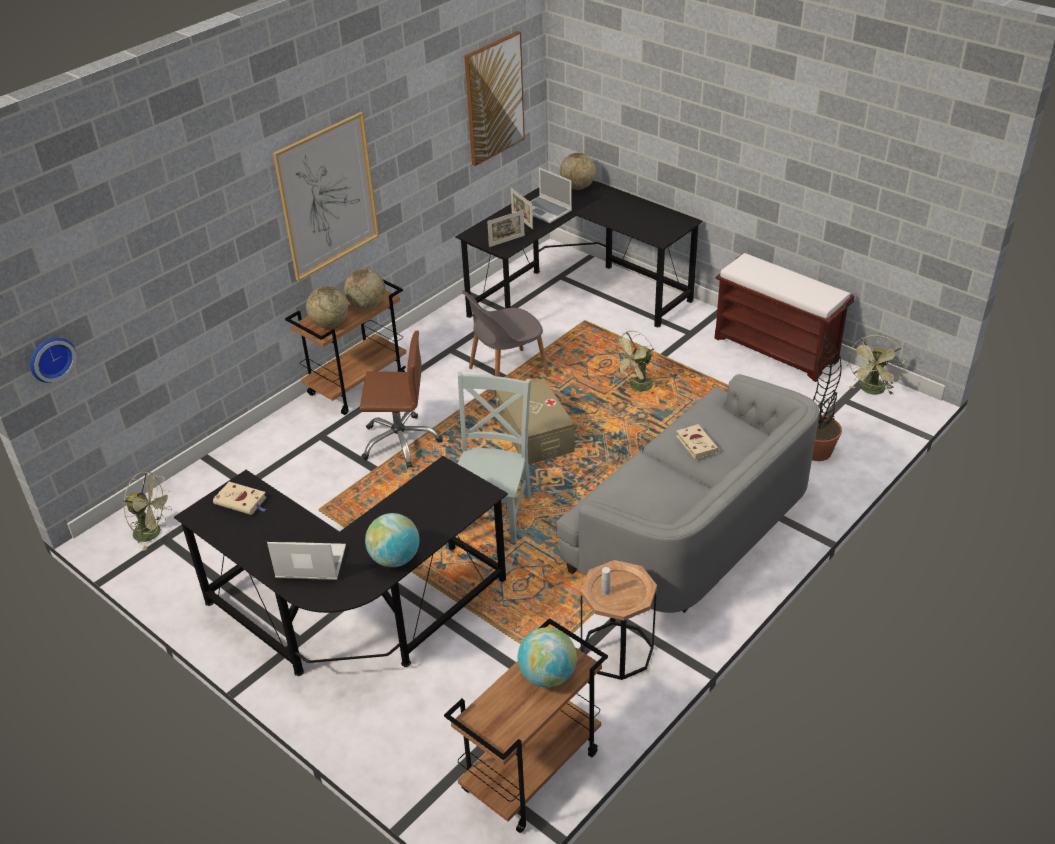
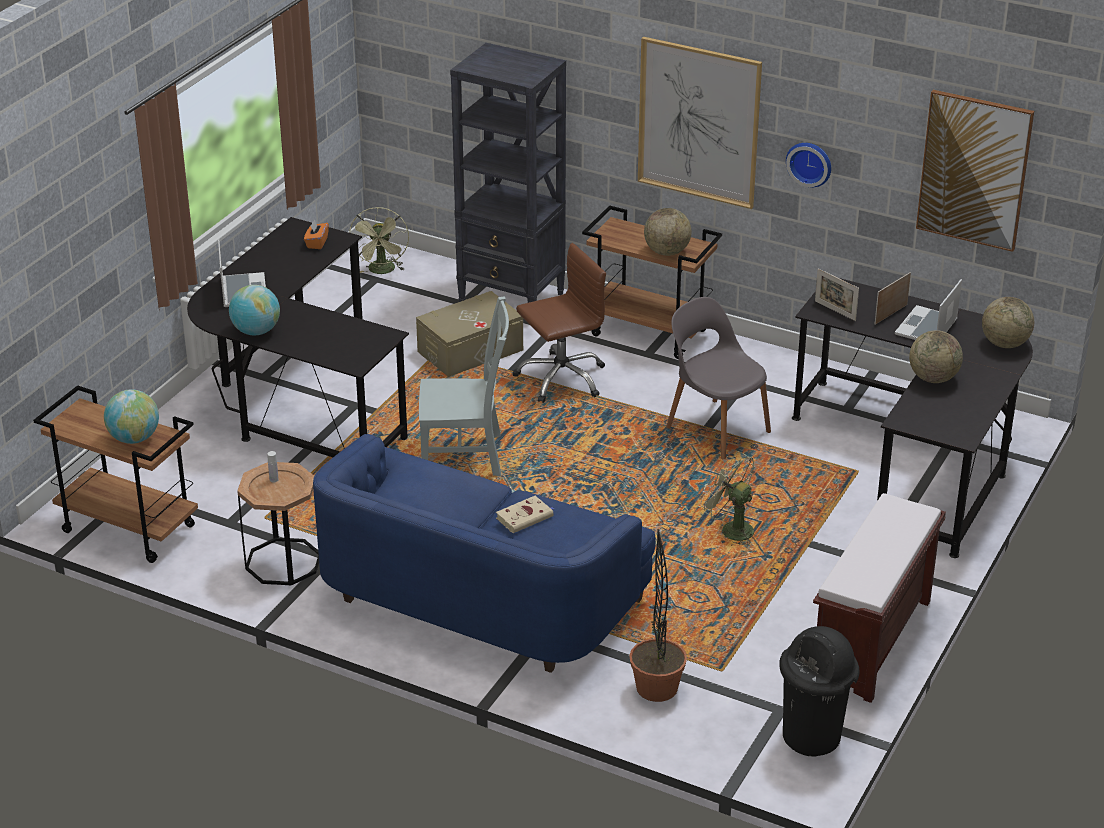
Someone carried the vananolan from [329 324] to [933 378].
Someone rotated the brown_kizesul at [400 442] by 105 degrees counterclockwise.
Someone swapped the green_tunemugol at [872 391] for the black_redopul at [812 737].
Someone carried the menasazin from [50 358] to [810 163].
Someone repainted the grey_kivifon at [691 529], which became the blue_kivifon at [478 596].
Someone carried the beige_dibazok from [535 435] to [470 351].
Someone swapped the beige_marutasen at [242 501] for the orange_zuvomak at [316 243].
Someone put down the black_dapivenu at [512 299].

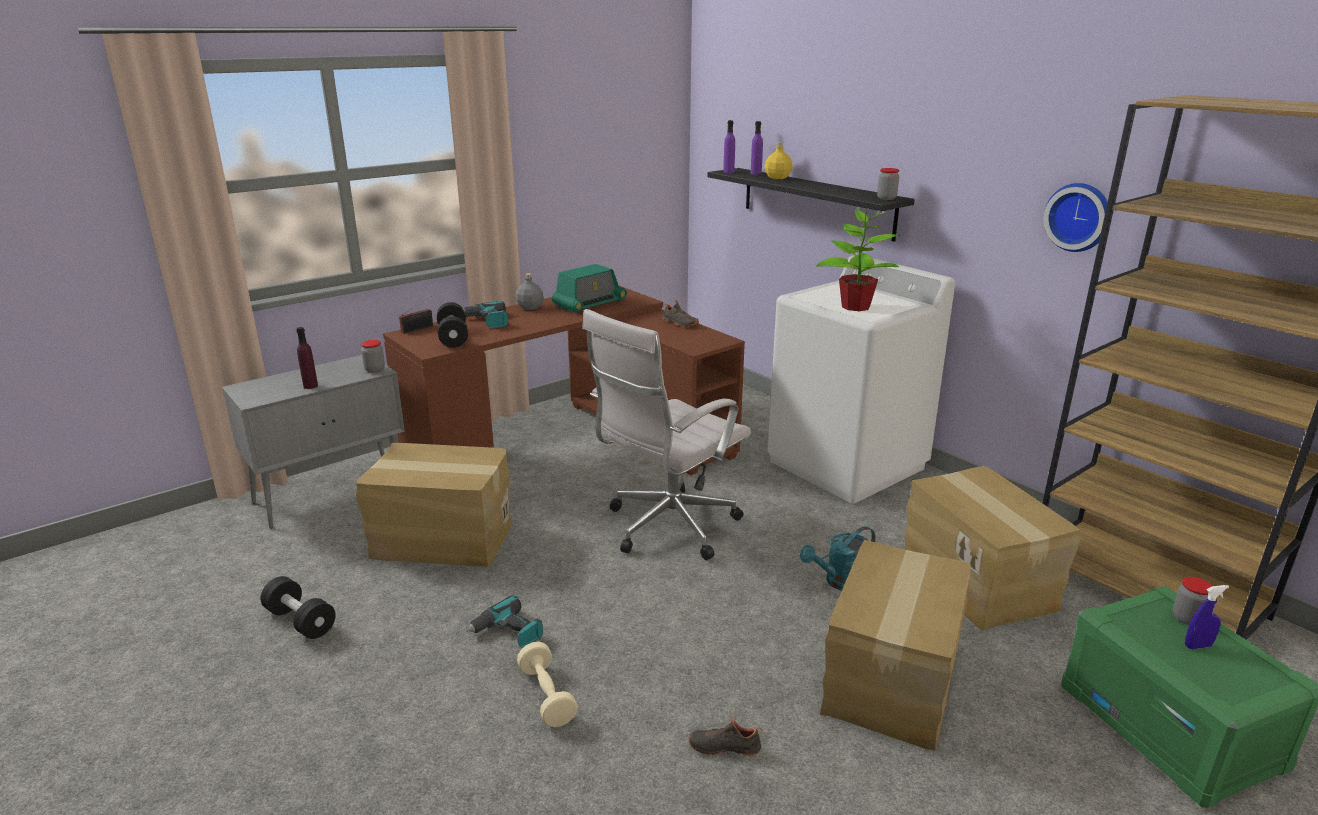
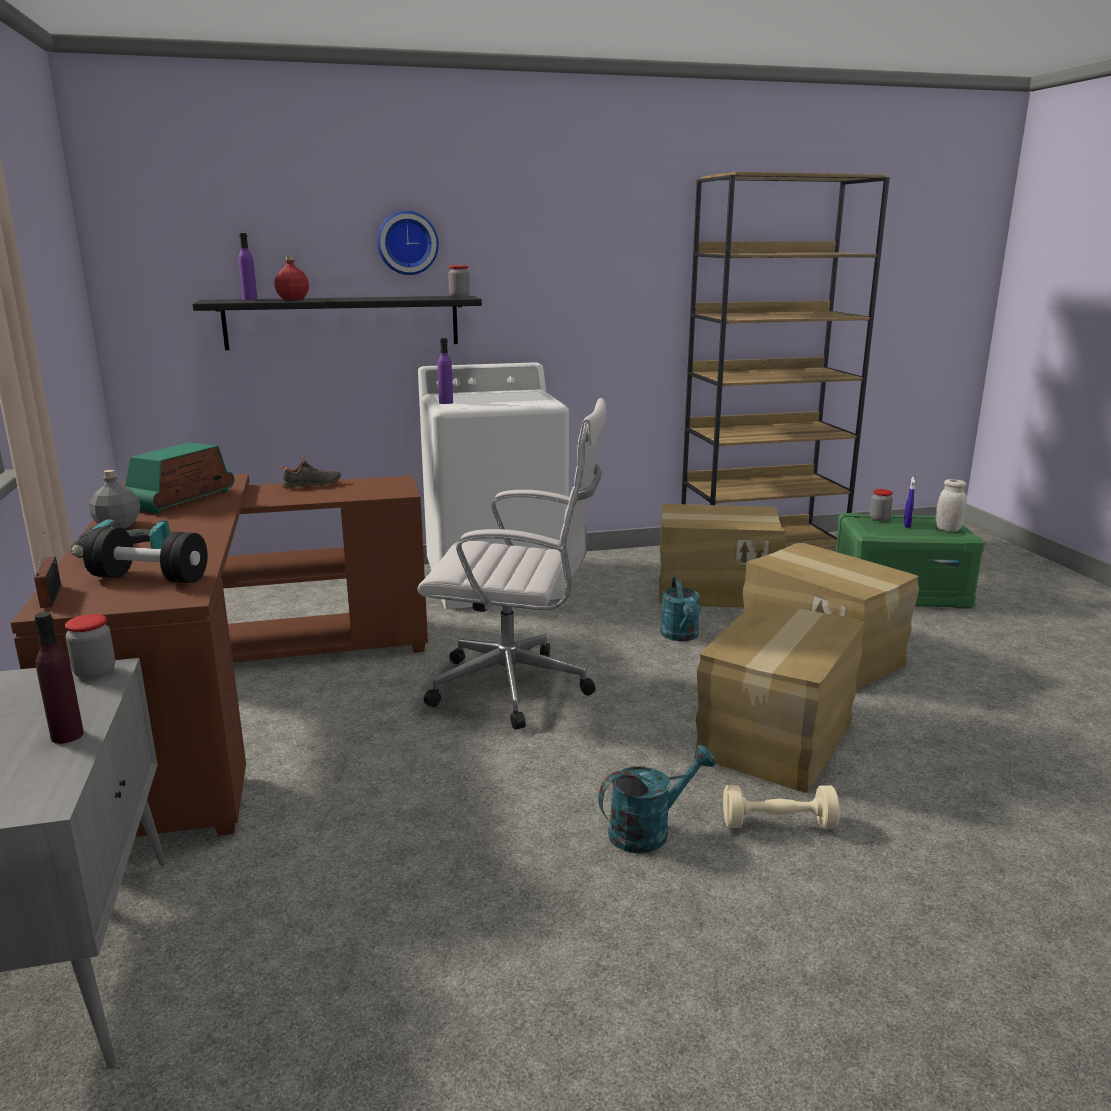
Someone carried the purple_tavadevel from [728 172] to [446 402].
Someone repainted the yellow_tavadevel at [777 178], which became the red_tavadevel at [292 299].
Someone carried the menasazin from [1079 217] to [407 243].
Someone took away the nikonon at [855 306].
Someone rotated the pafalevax at [589 303] by 135 degrees counterclockwise.
Someone rotated the white_kizesul at [667 528] by 60 degrees counterclockwise.
Someone carried the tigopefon from [442 539] to [778 738].
Someone took away the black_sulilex at [300 621].
Someone swapped the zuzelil at [508 633] for the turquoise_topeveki at [648 830].
Someone took away the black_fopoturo at [724 746].
Someone put down the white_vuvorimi at [948 529].

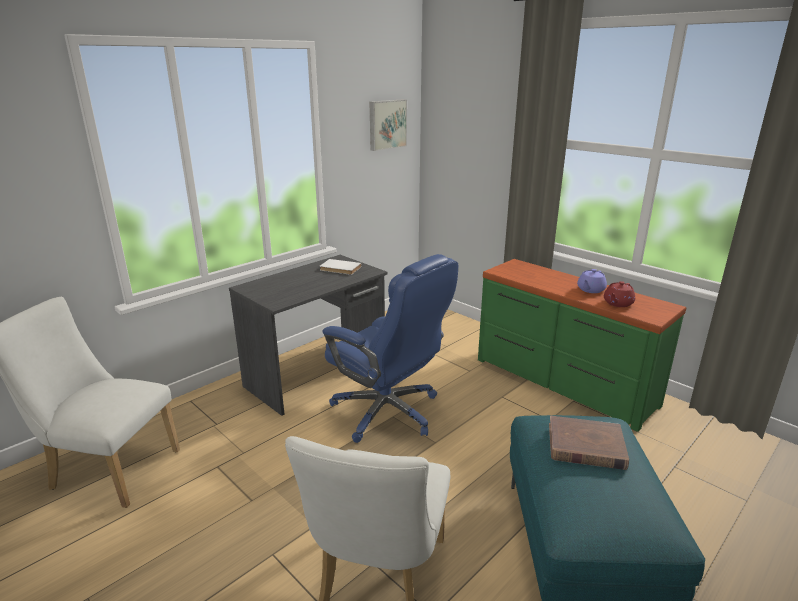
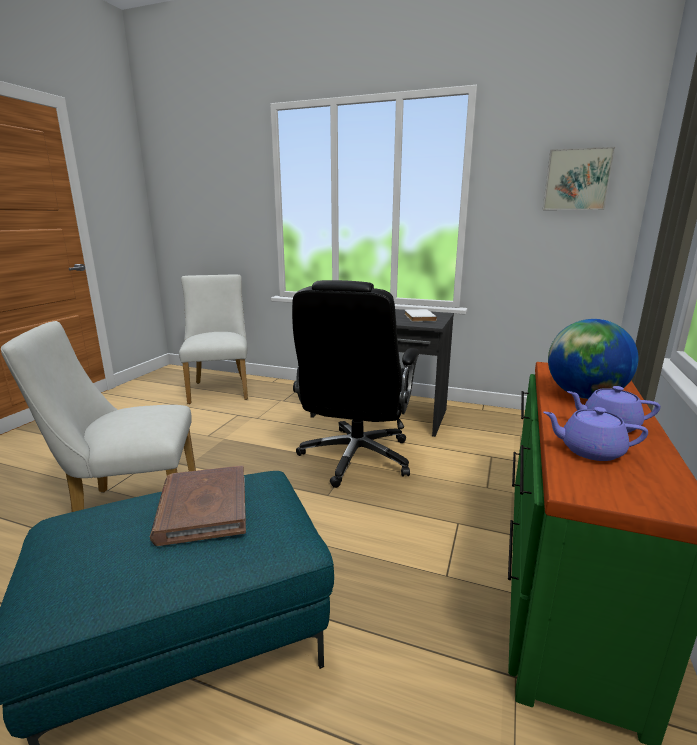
Someone repainted the blue_kizesul at [388 412], which became the black_kizesul at [356 458].
Someone repainted the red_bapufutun at [617 303], which became the purple_bapufutun at [589 450].
Someone put down the vananolan at [584 396].

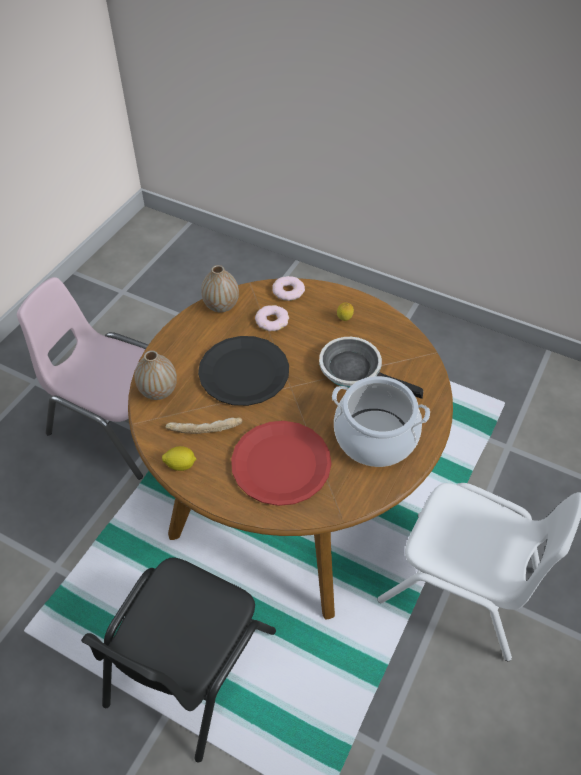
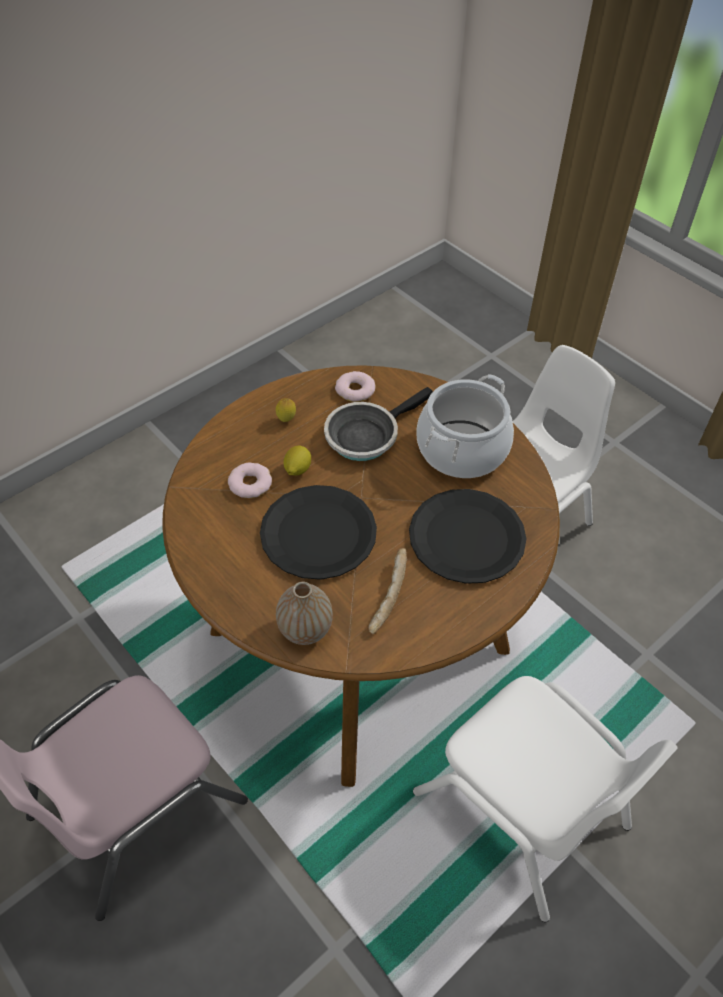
Someone took away the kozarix at [221 306].
Someone carried the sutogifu from [288 291] to [355 390].
Someone repainted the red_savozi at [281 464], which became the black_savozi at [466 537].
Someone carried the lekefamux from [181 465] to [297 470].
Someone repainted the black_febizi at [188 667], which became the white_febizi at [522 809].

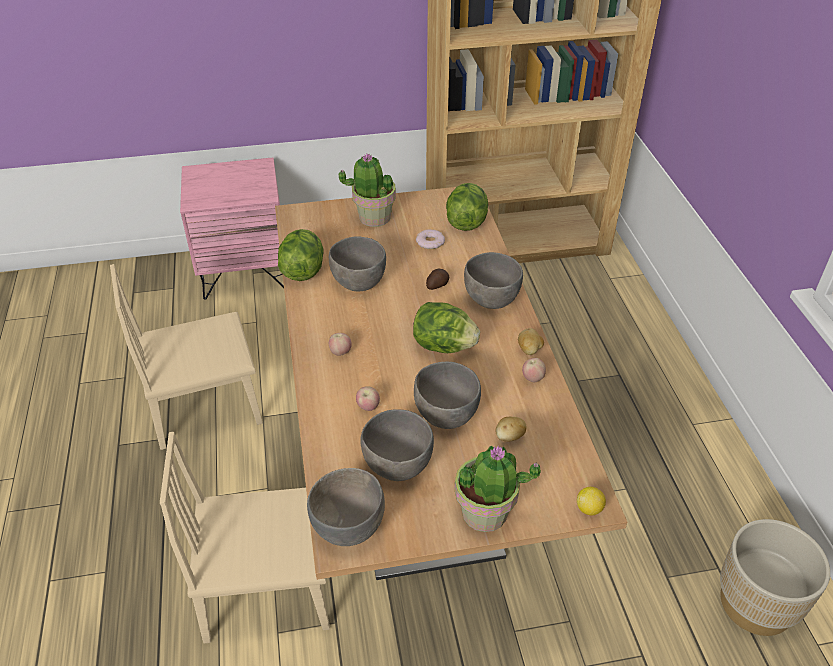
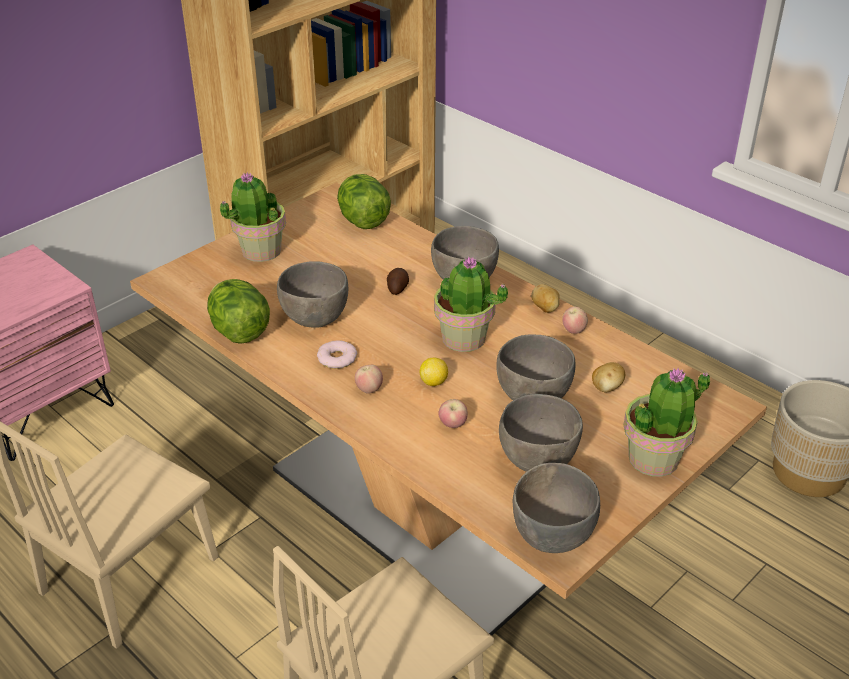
Someone carried the sutogifu from [430 242] to [337 358].
Someone swapped the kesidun at [443 346] for the nikonon at [464 339].
Someone carried the lekefamux from [589 509] to [434 382].

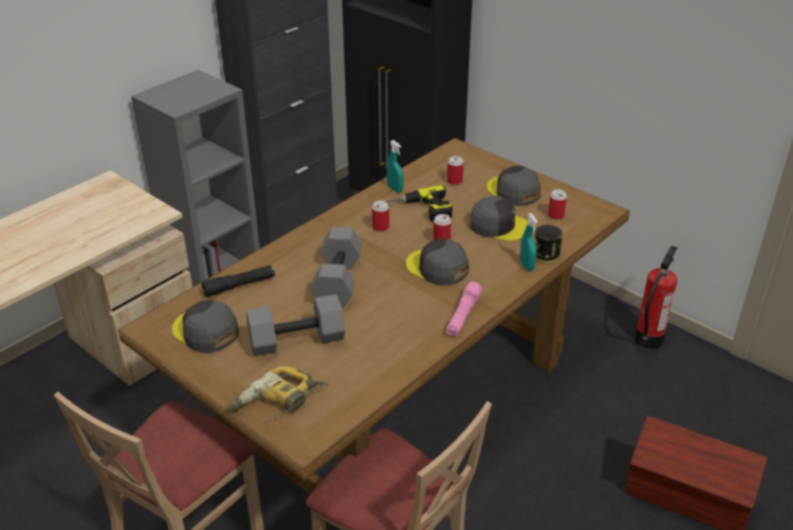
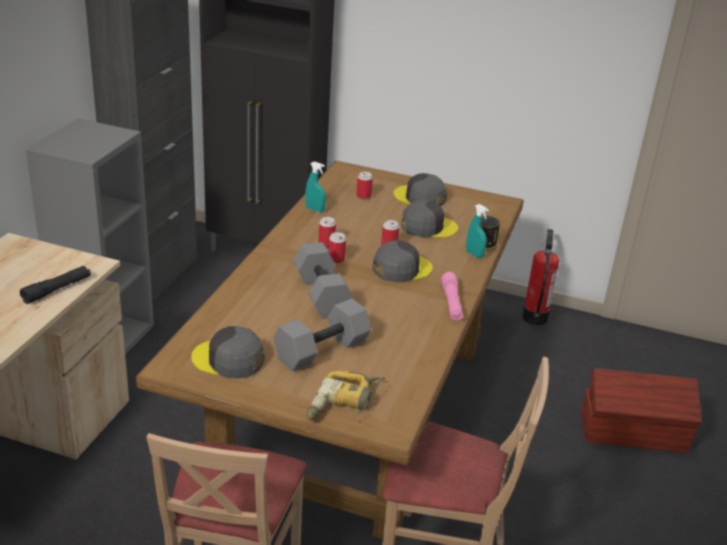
Someone took away the zuzelil at [419 210].
Someone carried the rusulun from [556 216] to [336 259].
Someone rotated the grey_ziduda at [437 268] by 135 degrees clockwise.
Someone carried the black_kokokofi from [239 286] to [57 290].

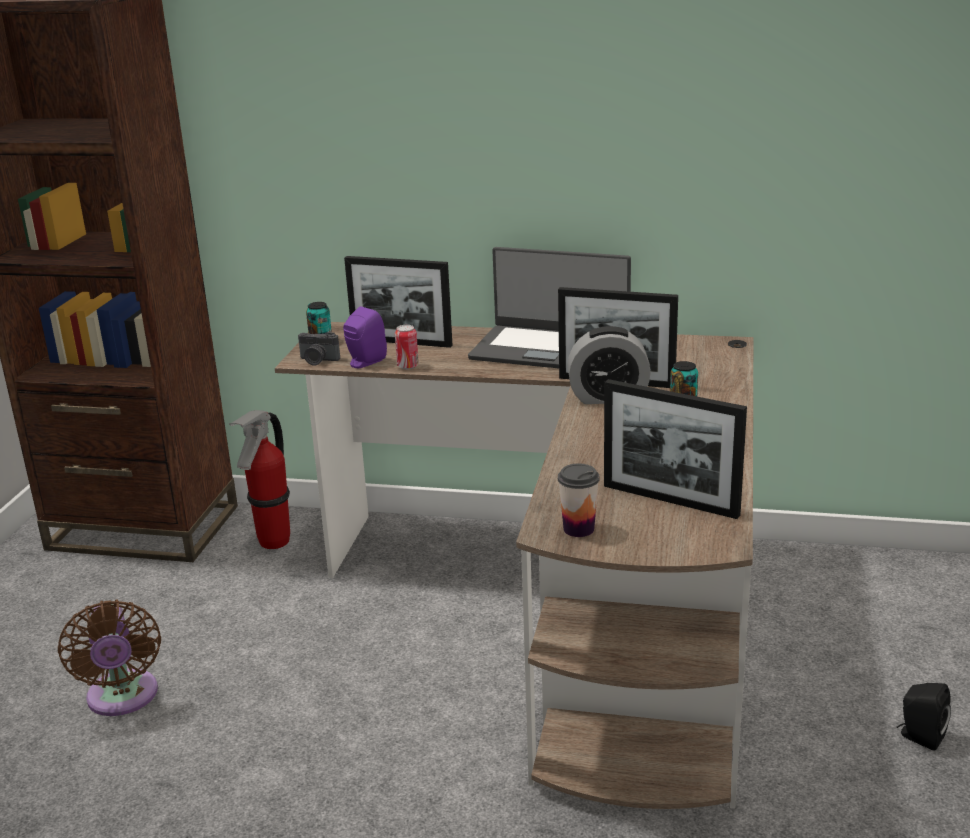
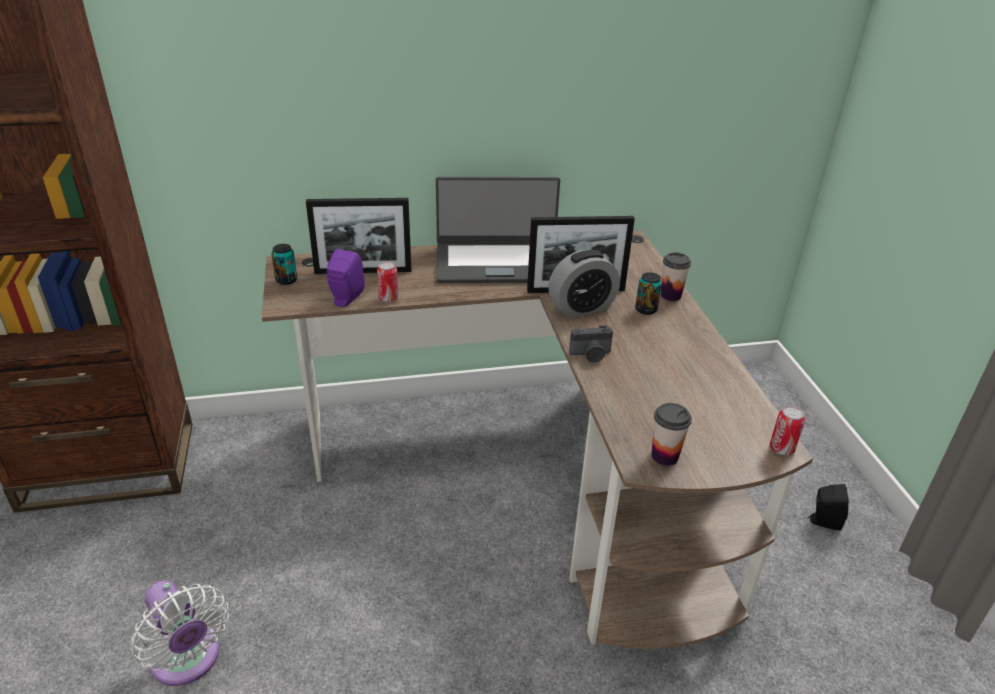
Someone carried the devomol from [318 360] to [591 355].
Someone took away the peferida at [670 500].
Someone took away the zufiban at [273 542].
Someone repainted the brown_tunemugol at [122 699], which became the white_tunemugol at [188 661].
Someone put down the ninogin at [670 295].
Someone put down the rusulun at [781 449].

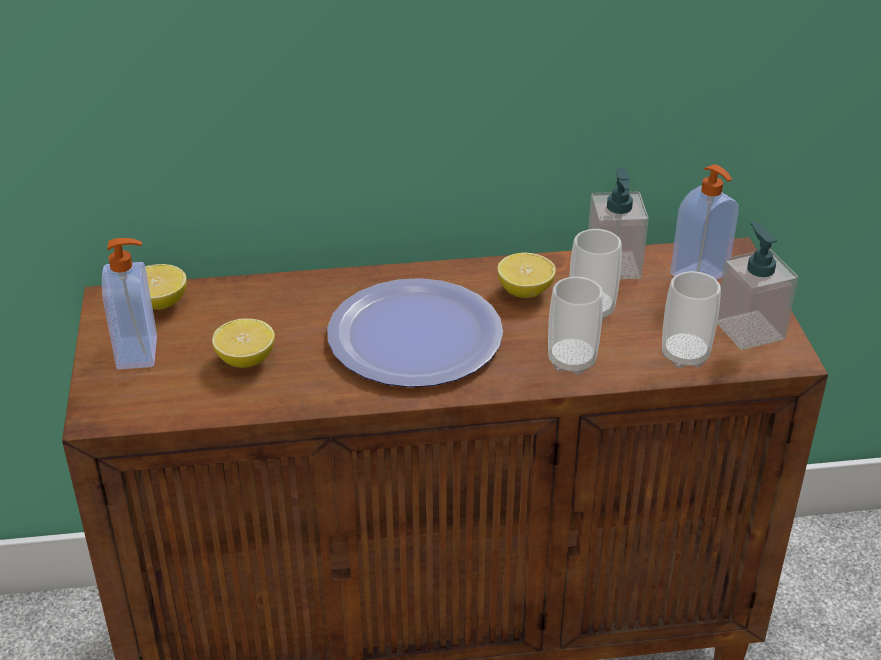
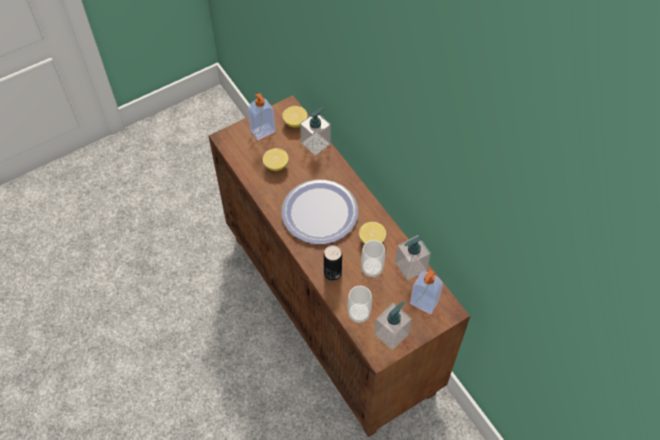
Someone swapped the ninogin at [572 361] for the rusulun at [332 273].
Someone put down the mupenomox at [316 143].

